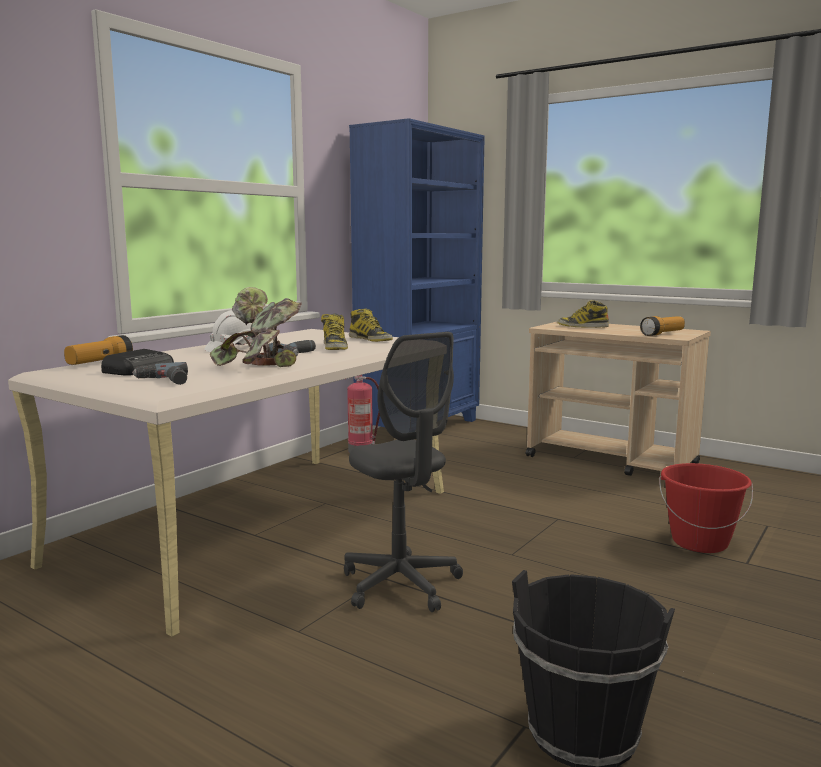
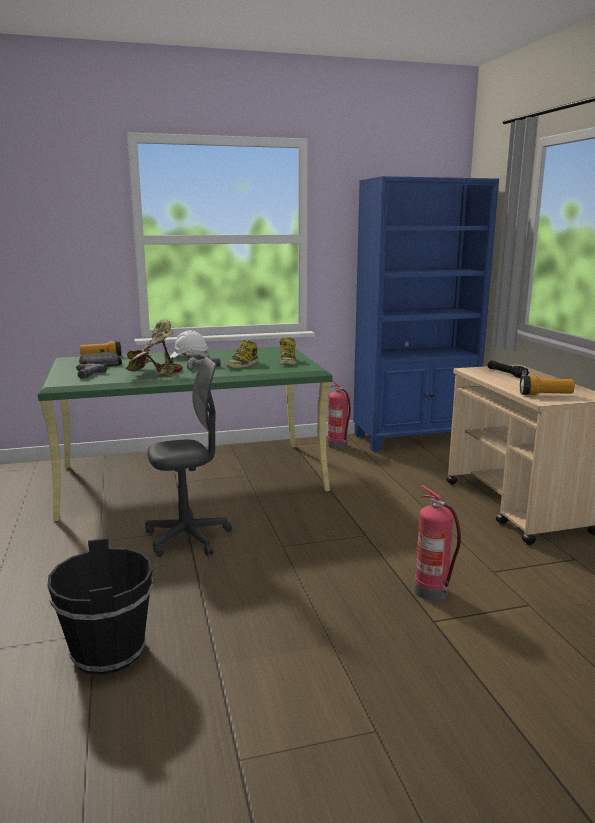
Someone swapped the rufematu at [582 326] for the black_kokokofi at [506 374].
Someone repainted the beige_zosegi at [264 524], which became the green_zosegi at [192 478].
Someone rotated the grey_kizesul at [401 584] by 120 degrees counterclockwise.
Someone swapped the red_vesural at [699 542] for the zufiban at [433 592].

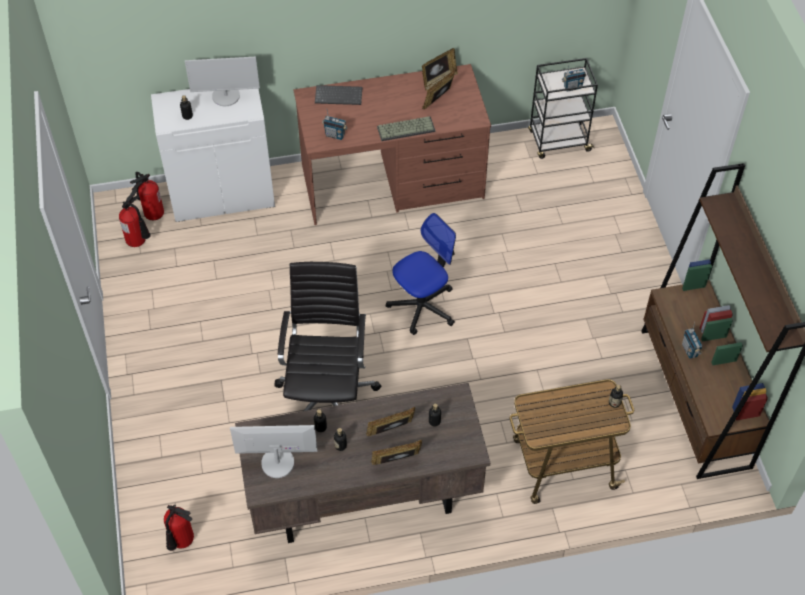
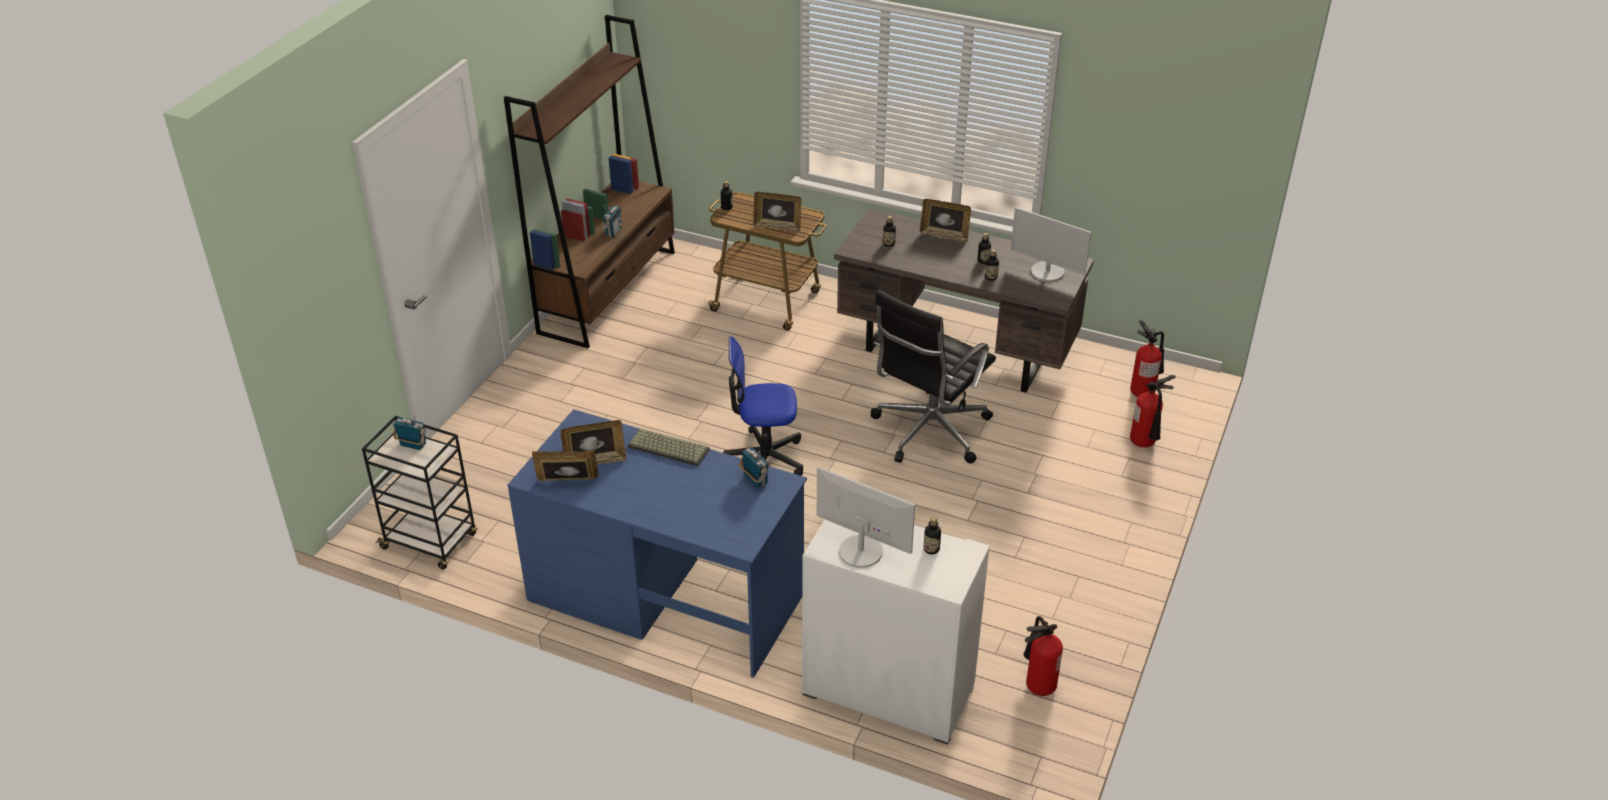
Someone repainted the brown_zosegi at [392 182], which became the blue_zosegi at [665 596].
Someone took away the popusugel at [339 95].
Someone carried the zufiban from [151 214] to [1145 444].
Someone carried the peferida from [391 431] to [777 226].

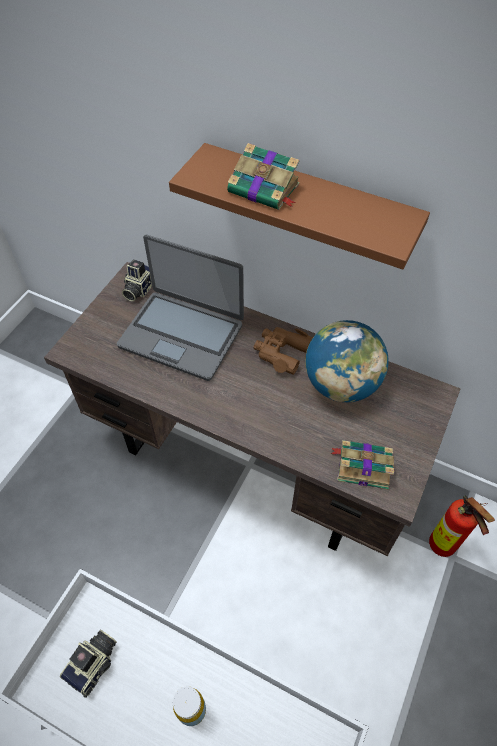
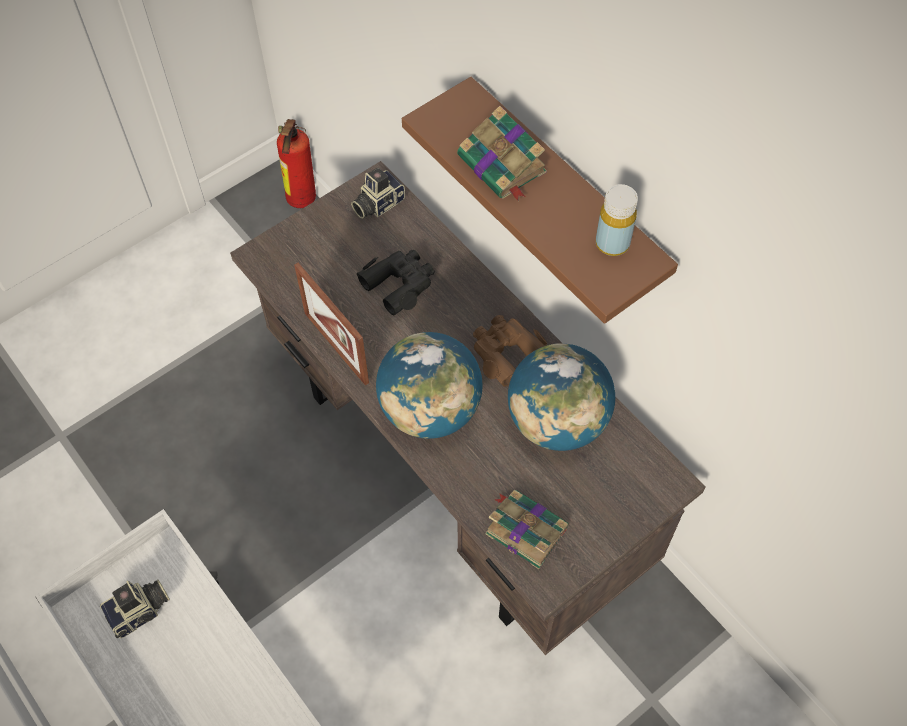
Someone swapped the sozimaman at [182 334] for the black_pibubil at [399 283].
Someone carried the zufiban from [444 548] to [300 202].
Someone carried the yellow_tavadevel from [191 709] to [612 243].
Someone put down the peferida at [336 347].
Someone put down the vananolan at [430 410].

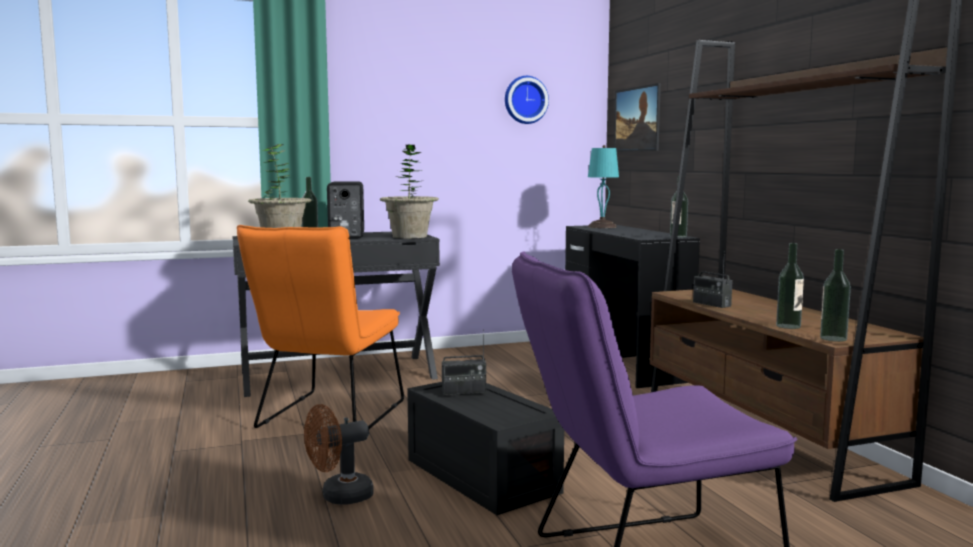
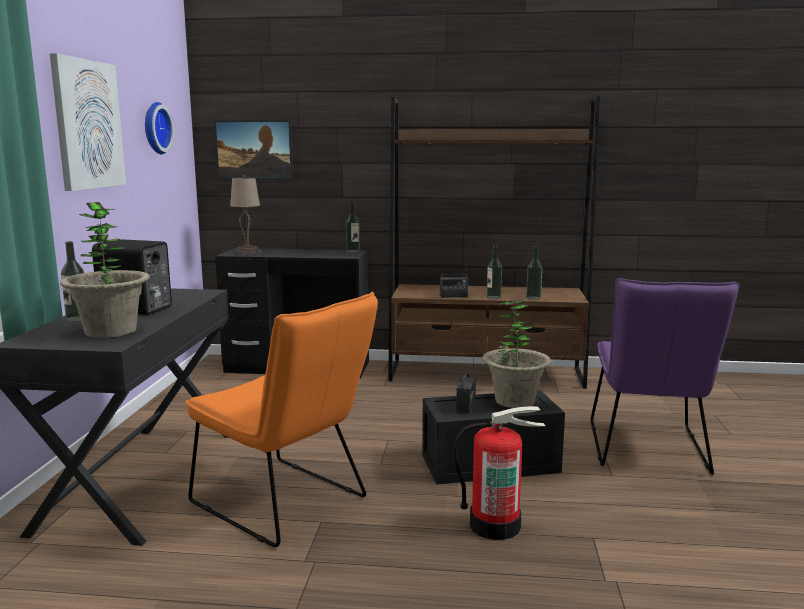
Someone carried the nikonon from [410 237] to [514 401].
Someone repainted the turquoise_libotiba at [601 226], which became the beige_libotiba at [247 252].
Someone carried the tavadevel from [833 338] to [493 297].
Someone swapped the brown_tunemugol at [339 497] for the zufiban at [495 525].
Someone put up the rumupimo at [87 125].

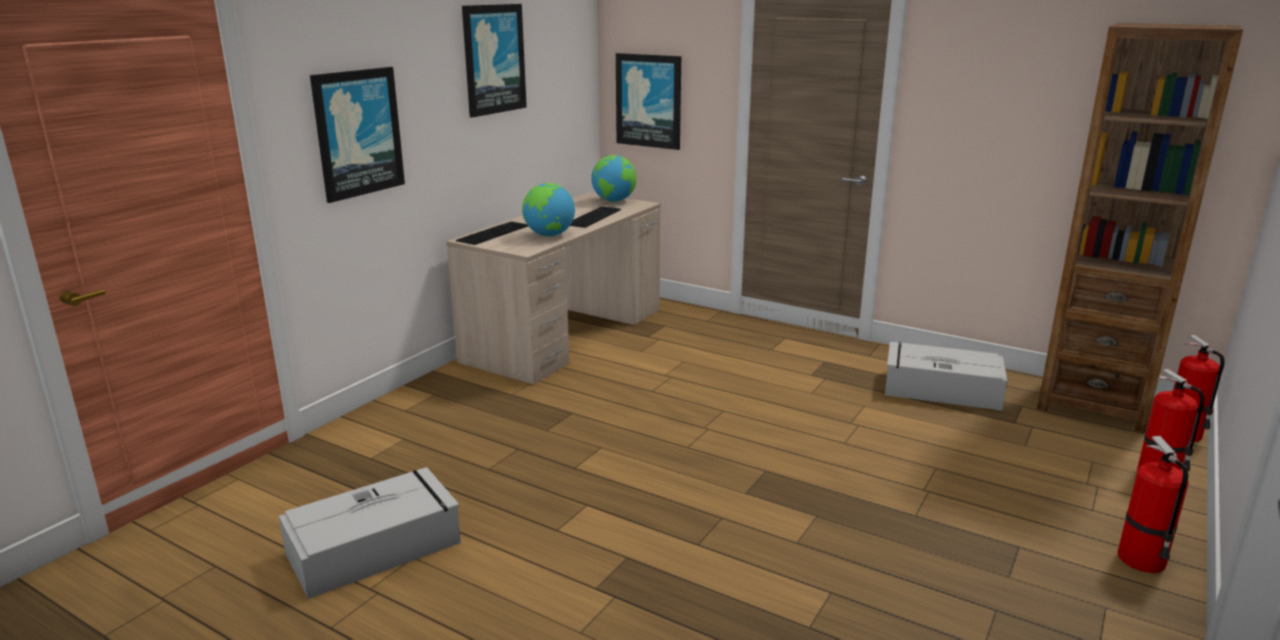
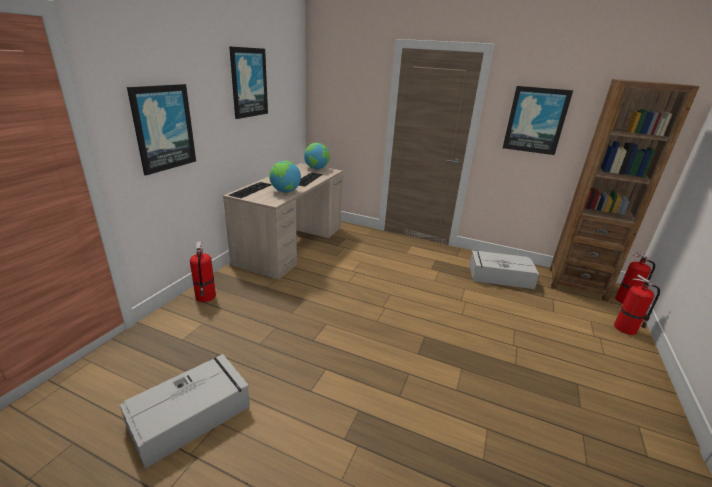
Someone carried the rumupimo from [649 101] to [535 120].
Someone carried the zufiban from [1143 560] to [205 297].

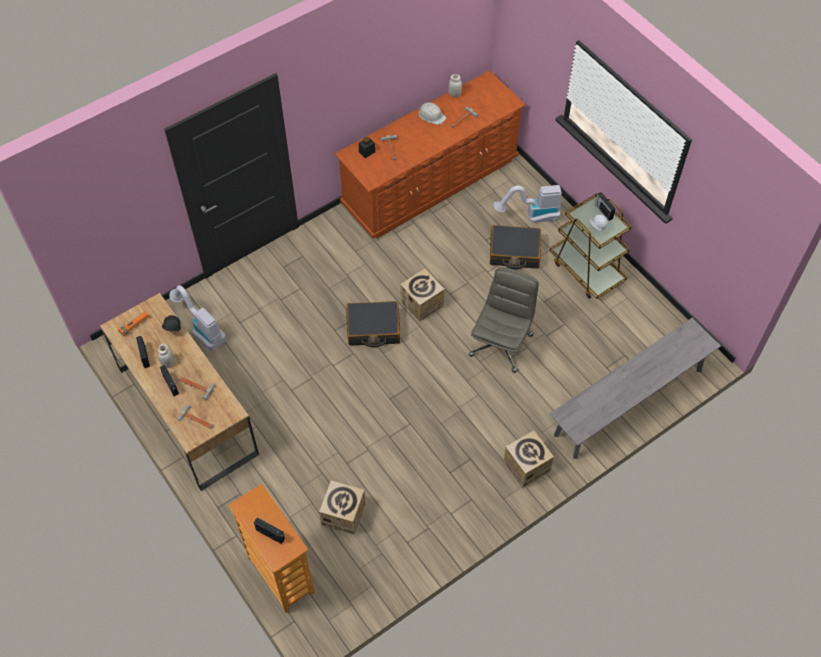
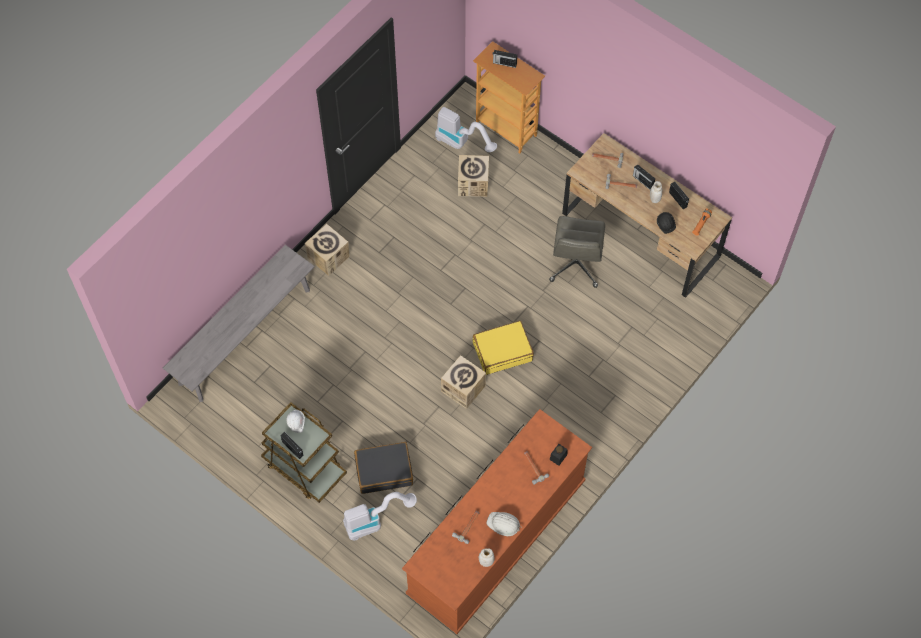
Someone carried the grey_kizesul from [501 344] to [576 265].
Someone carried the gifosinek from [201 329] to [462 143].
Someone repainted the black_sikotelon at [373 328], which became the yellow_sikotelon at [502 351].

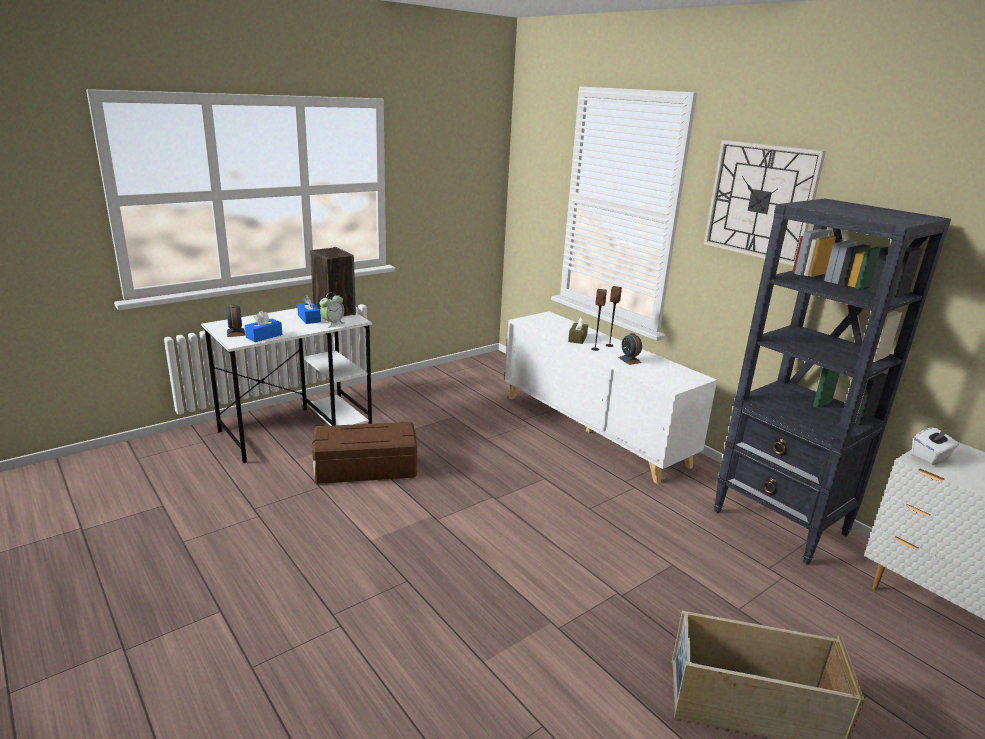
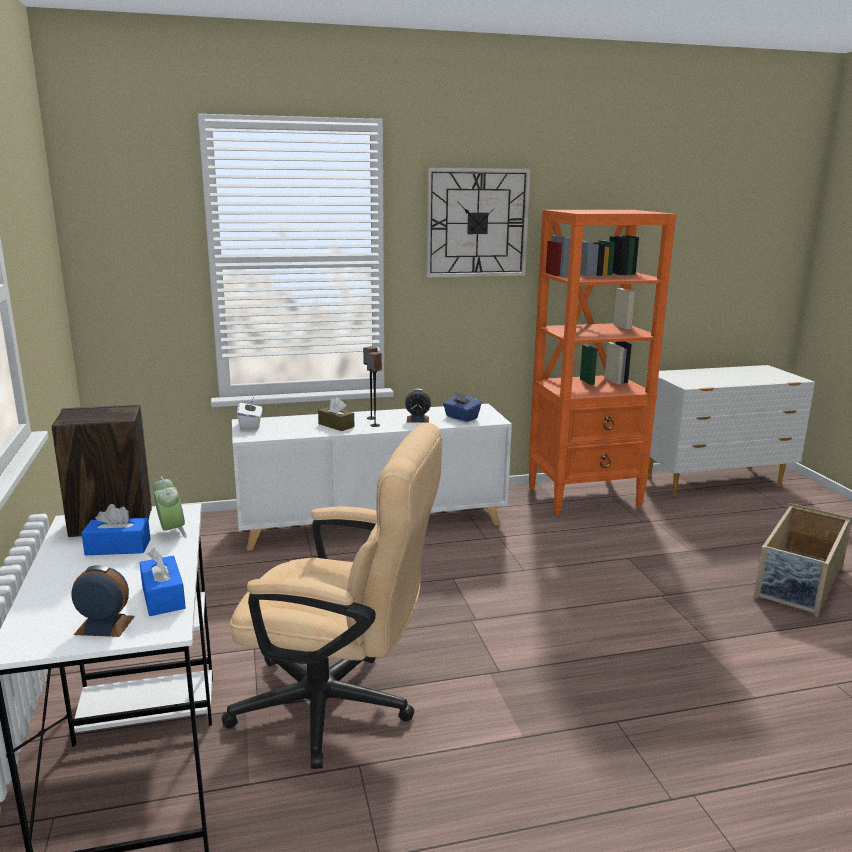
Someone repainted the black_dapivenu at [781 523], which became the orange_dapivenu at [585 497].
Someone swapped the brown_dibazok at [365 469] for the beige_kizesul at [339 708].
Someone carried the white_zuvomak from [931 457] to [250 425].
Someone put down the blue_zuvomak at [461 417].

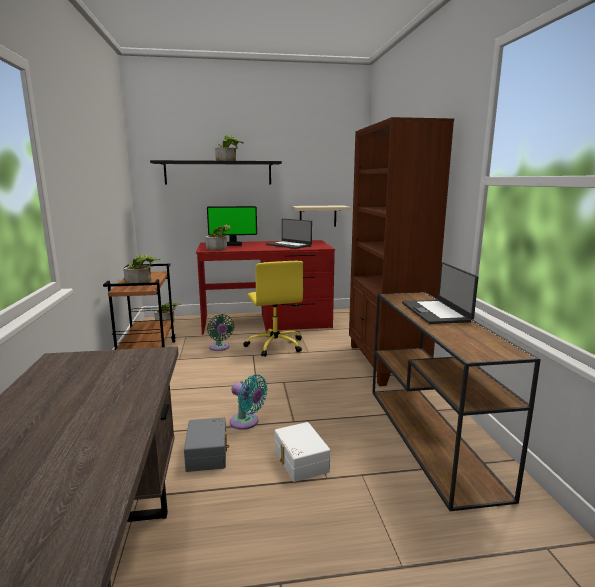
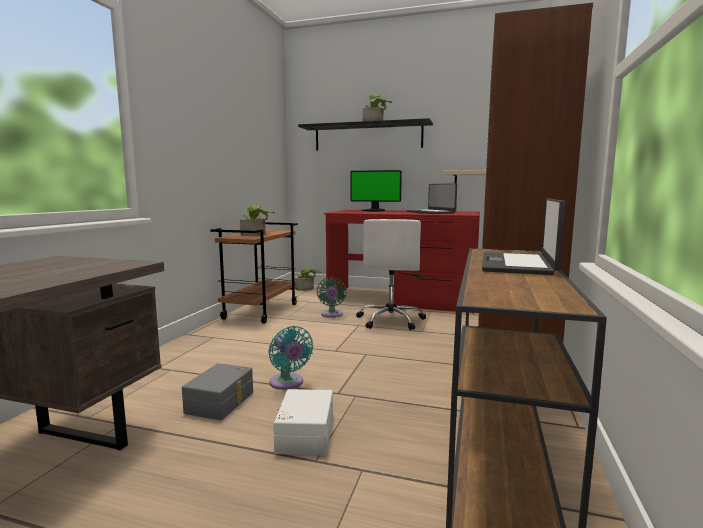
Someone took away the nikonon at [219 248].
Someone repainted the yellow_kizesul at [275 345], which became the white_kizesul at [391 320].

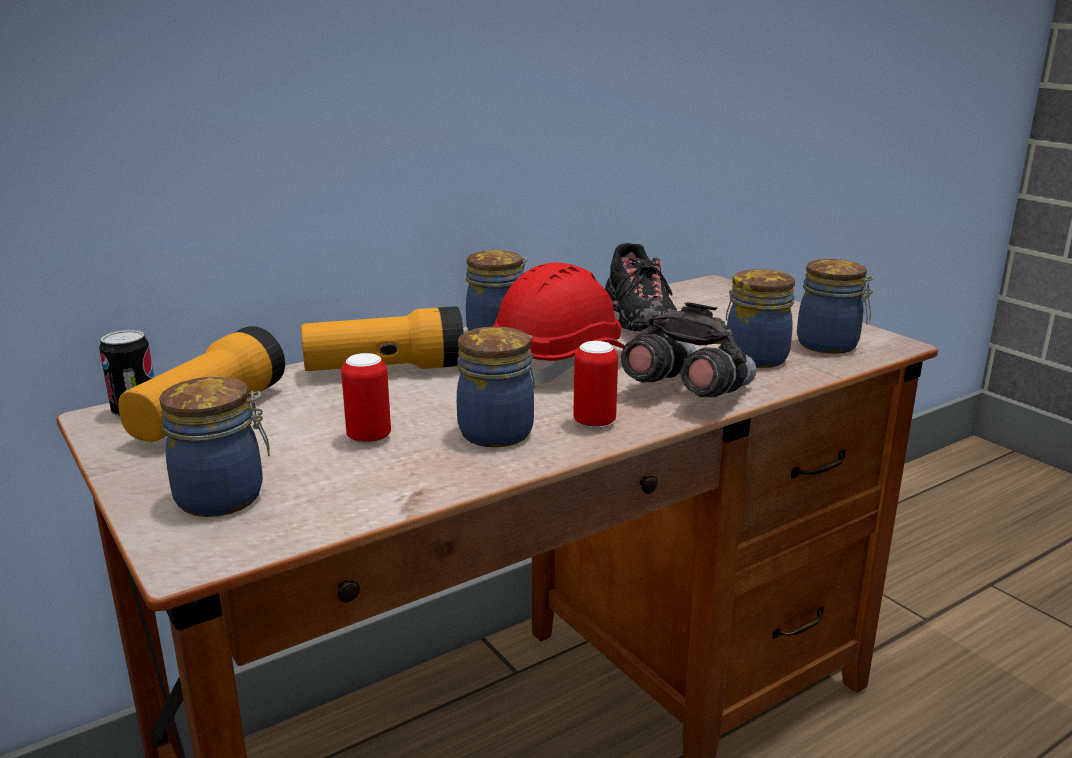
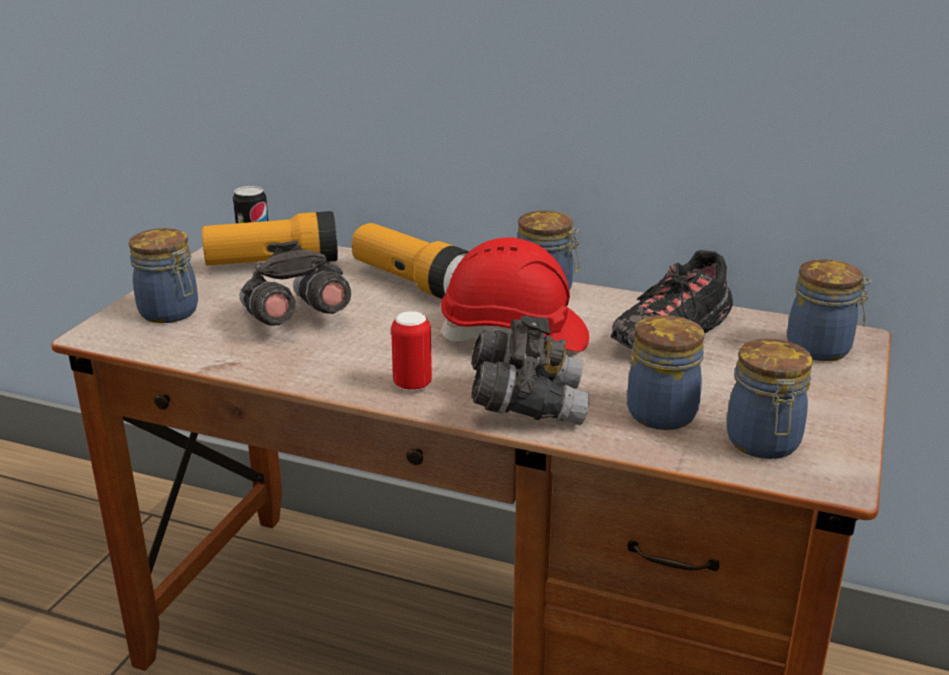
Someone carried the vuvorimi from [499 432] to [821 349].
Someone swapped the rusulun at [369 438] for the grey_pibubil at [293 319].

